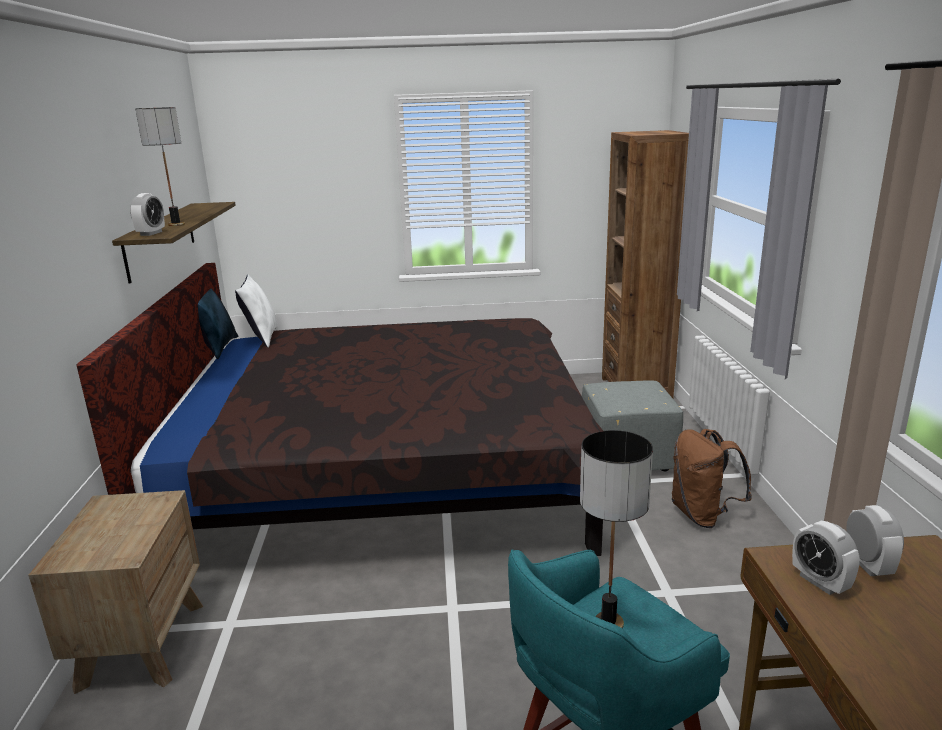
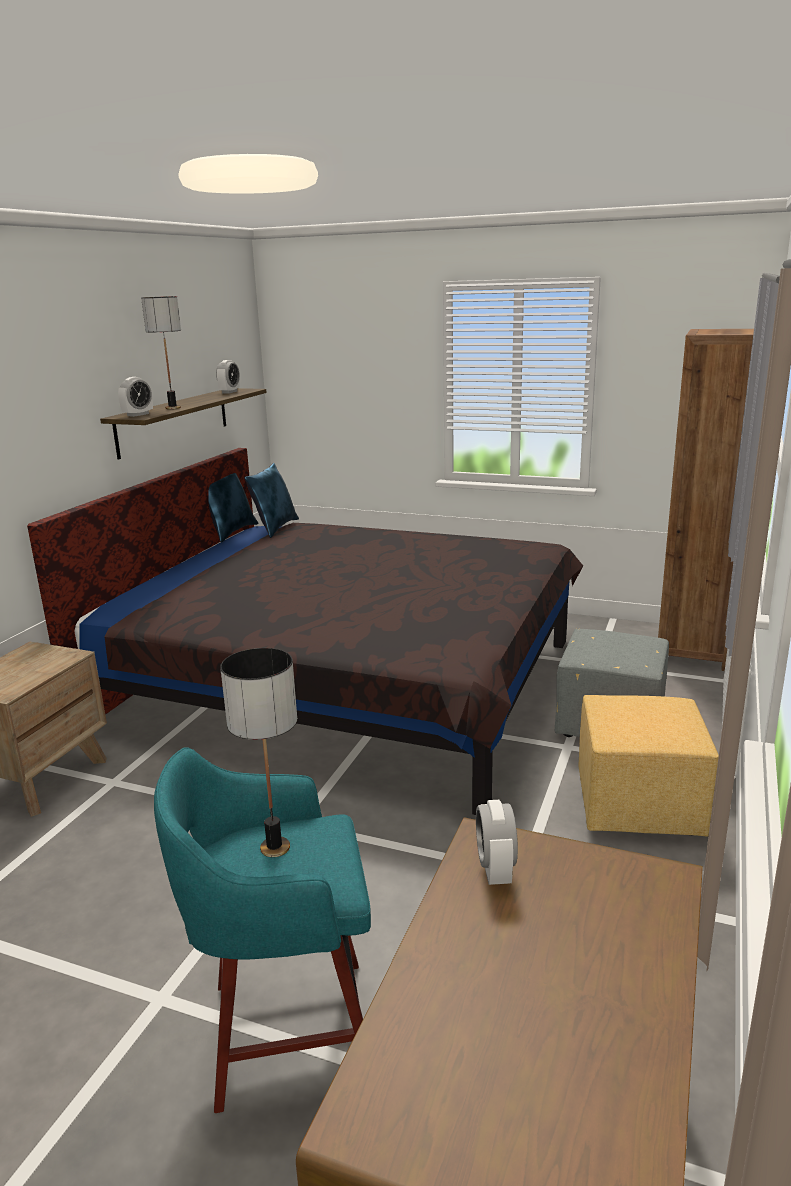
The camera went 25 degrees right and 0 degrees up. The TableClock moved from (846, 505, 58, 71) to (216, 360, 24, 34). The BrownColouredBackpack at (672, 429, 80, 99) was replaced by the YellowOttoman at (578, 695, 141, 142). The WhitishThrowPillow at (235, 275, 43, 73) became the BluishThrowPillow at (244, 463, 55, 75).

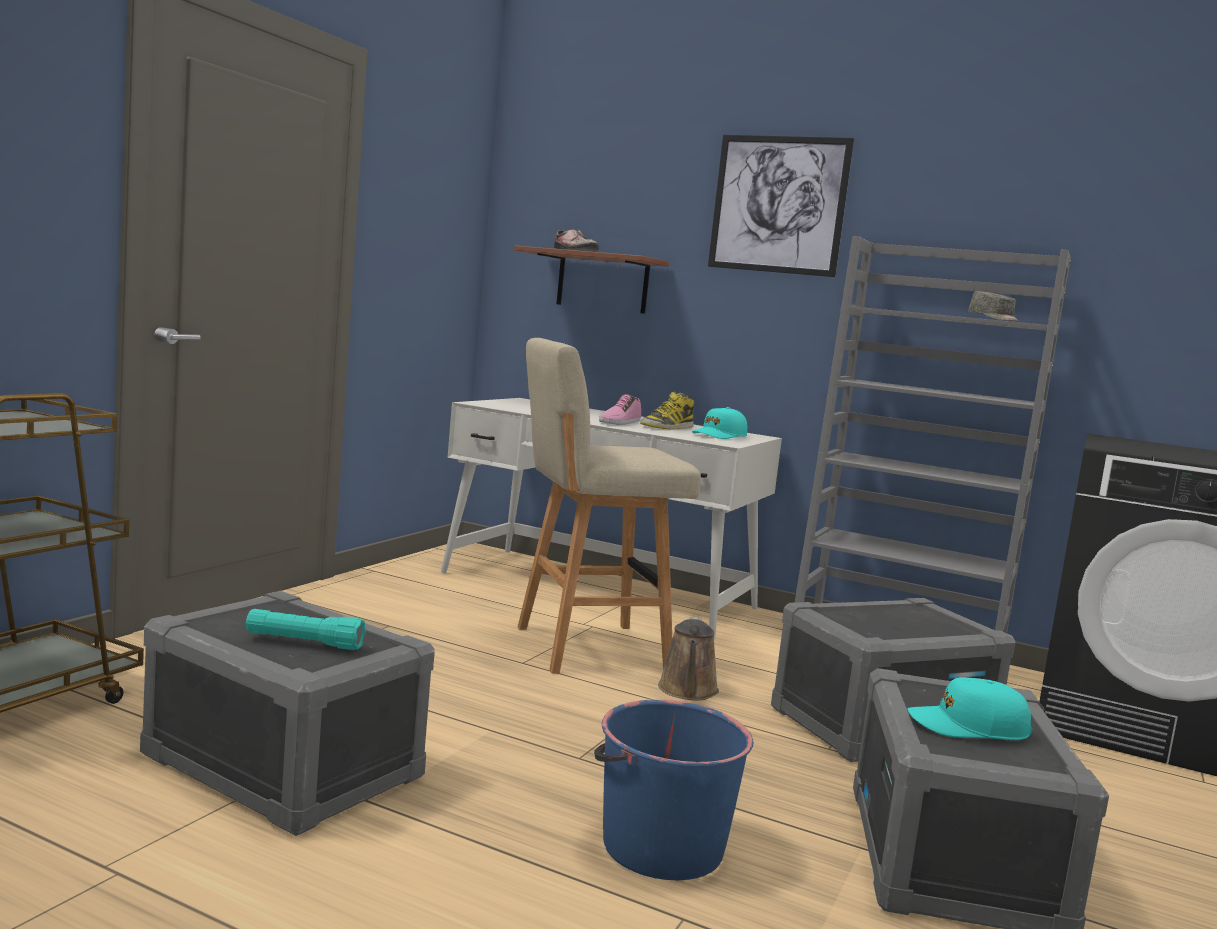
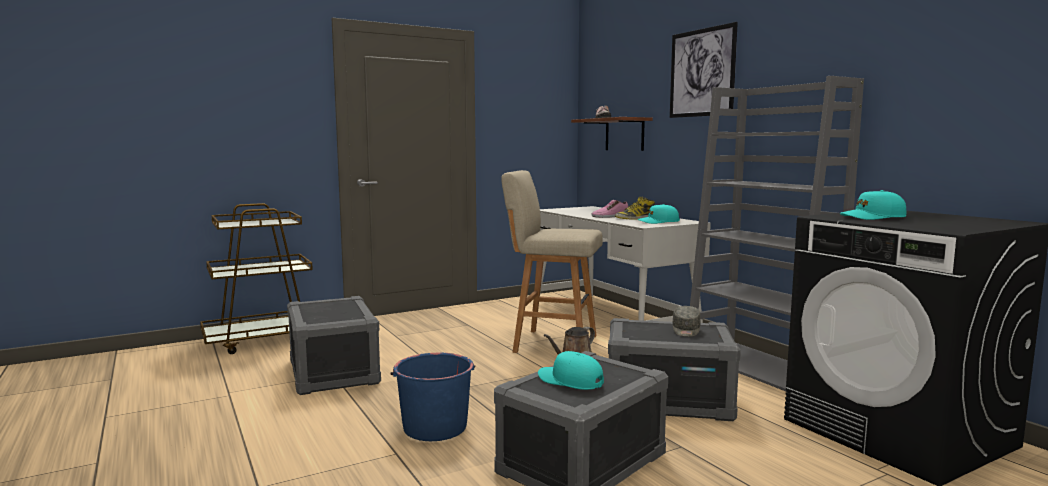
The camera went 35 degrees right and 0 degrees up. The BlueGreenTorch at (246, 609, 120, 41) disappeared. The BlueGreenCap at (840, 190, 67, 30) appeared. The GrayCap moved from (968, 291, 51, 31) to (673, 306, 28, 31).

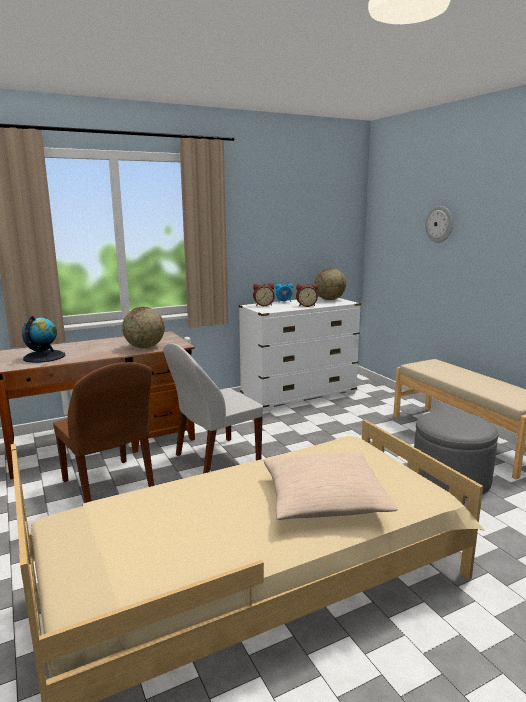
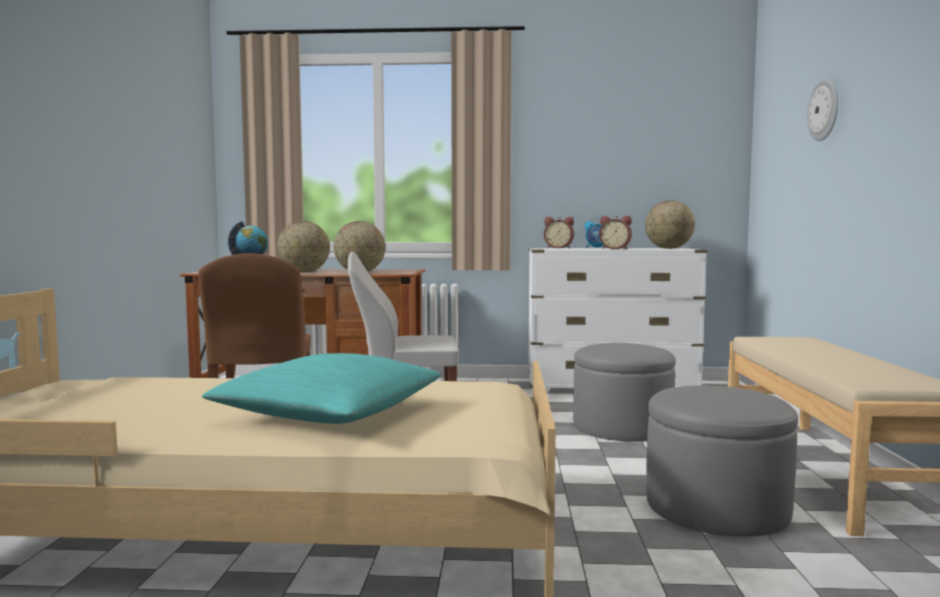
The camera went 30 degrees right and 10 degrees down. The DeskGlobe at (277, 221, 53, 51) appeared. The GrayOttoman at (573, 343, 103, 99) appeared. The BeigeColouredThrowPillow at (264, 452, 134, 68) became the BlueGreenThrowPillow at (202, 353, 239, 71).

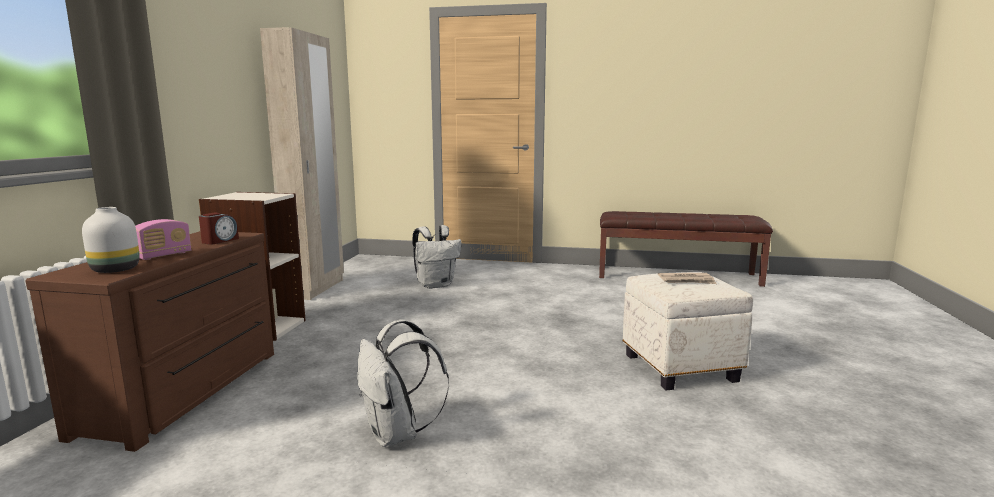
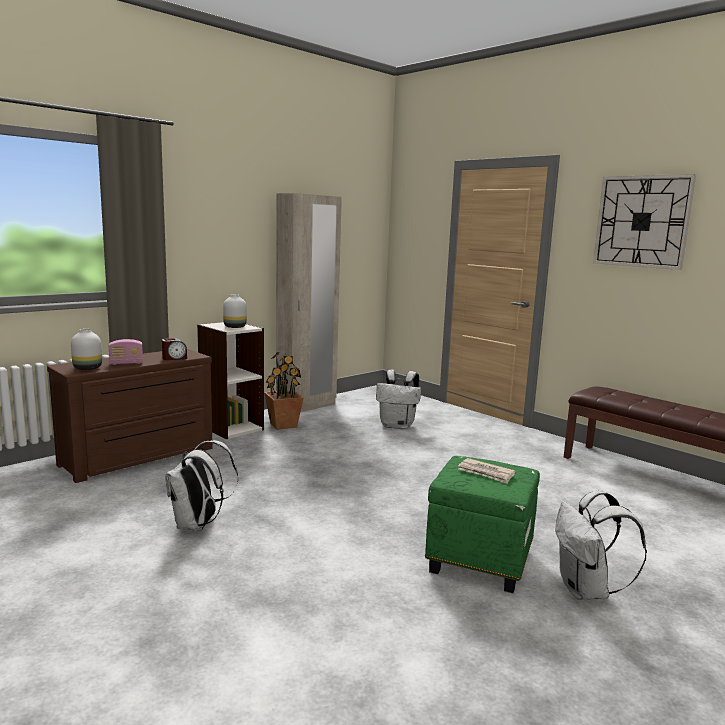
The camera went 35 degrees right and 0 degrees up. The WhitishDecorativeVase at (223, 294, 24, 34) appeared. The PottedPlant at (264, 351, 40, 79) appeared. The WhitishBackpack at (555, 490, 92, 110) appeared. The HangingClock at (593, 174, 103, 96) appeared. The WhitishOttoman at (622, 272, 131, 119) became the GreenOttoman at (425, 456, 115, 137).

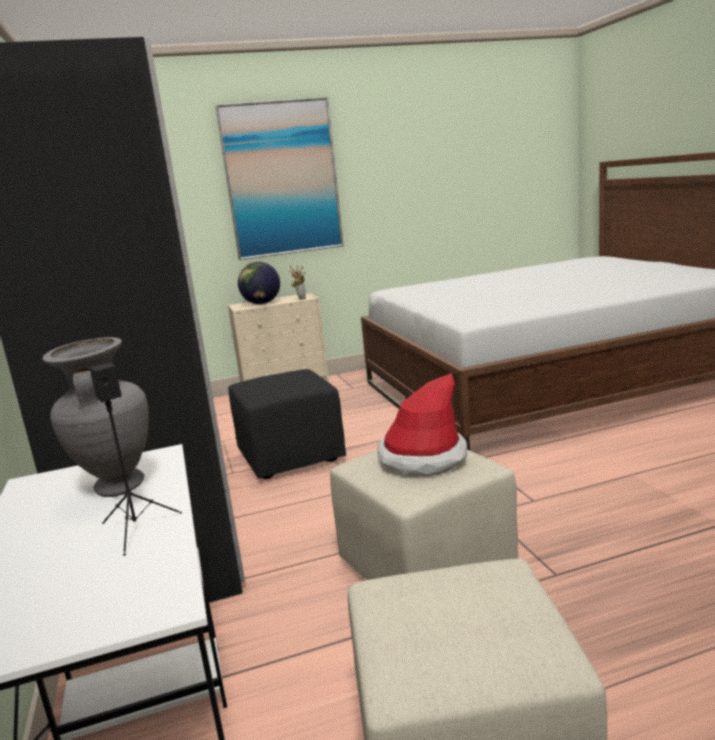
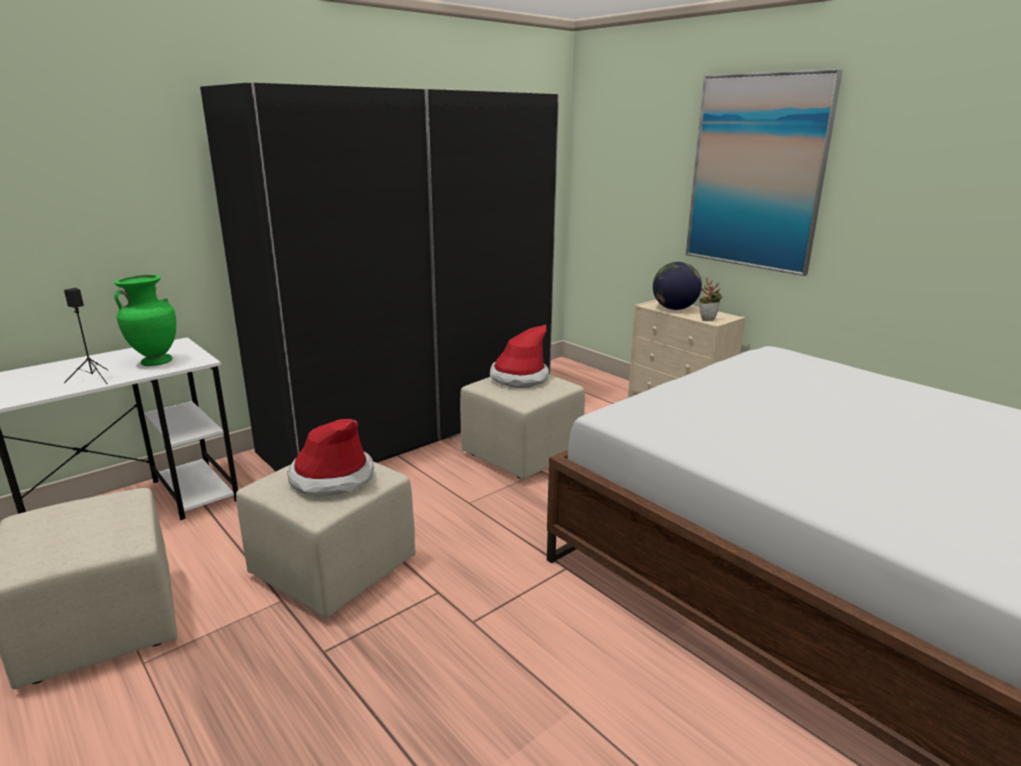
The camera went 65 degrees right and 5 degrees up. The ClothingHat at (490, 325, 59, 63) appeared. The GrayDecorativeVase at (43, 337, 106, 160) became the GreenDecorativeVase at (114, 274, 62, 92). The BlackishOttoman at (228, 369, 118, 110) became the BeigeColouredOttoman at (460, 374, 125, 106).

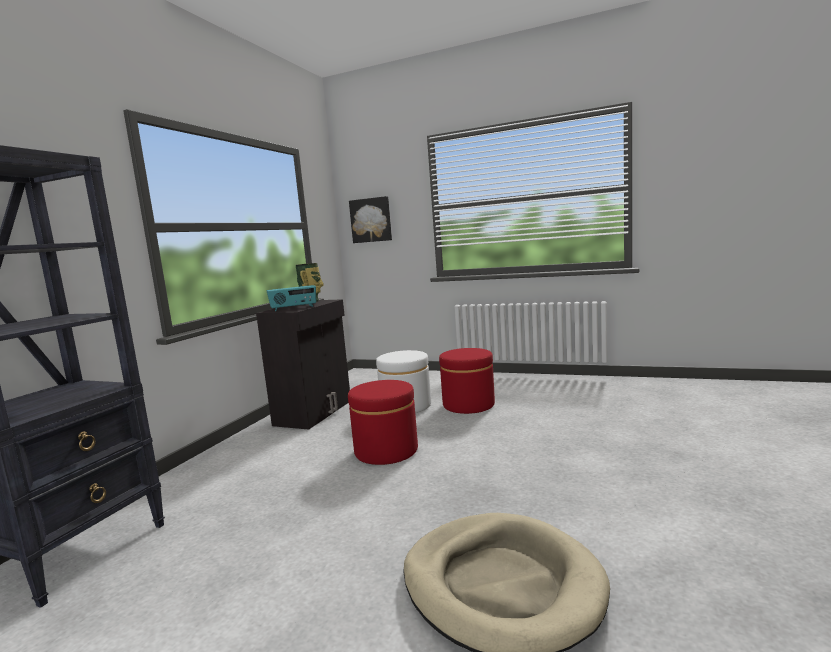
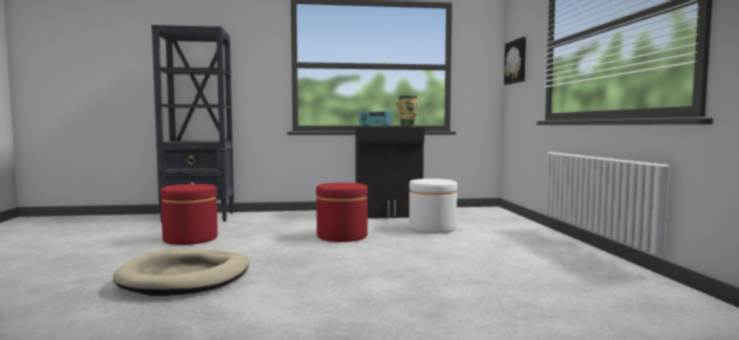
The camera went 60 degrees right and 5 degrees down. The RedColouredOttoman moved from (439, 348, 56, 66) to (160, 184, 58, 61).

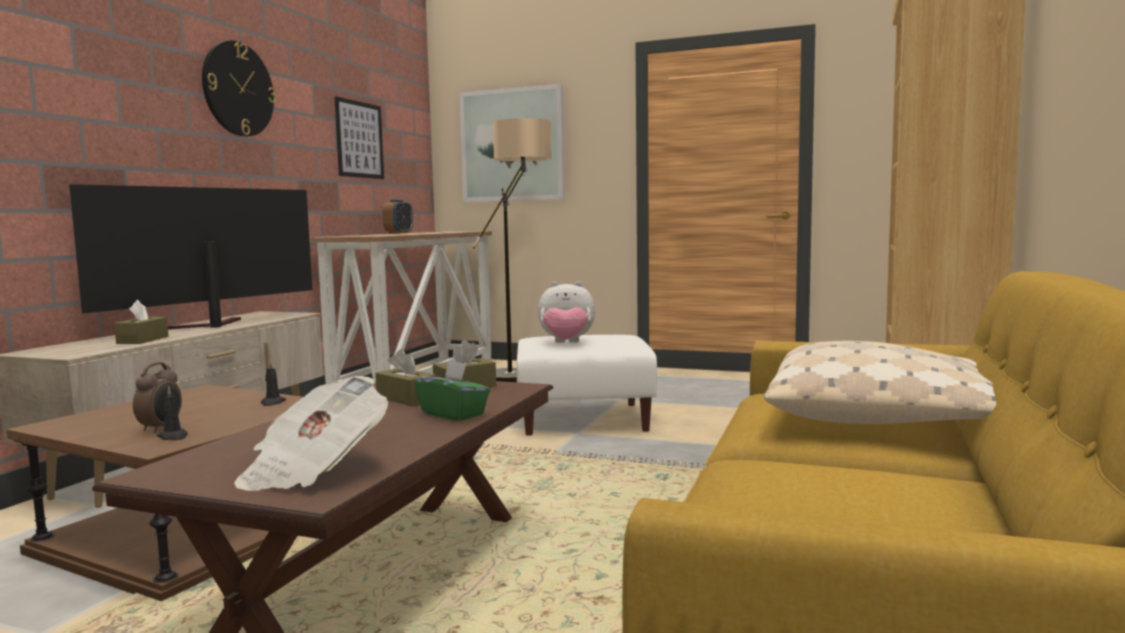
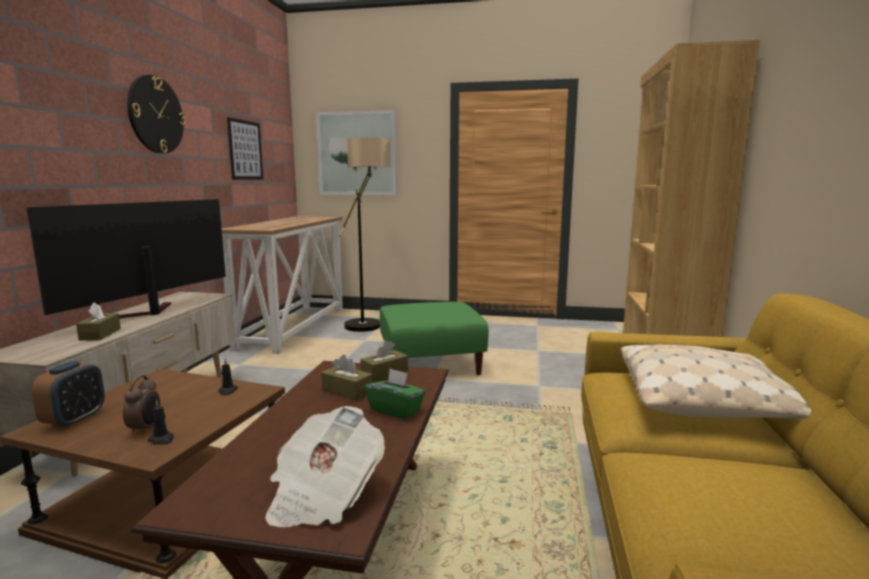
The camera went 10 degrees left and 5 degrees up. The SoftToy at (538, 281, 57, 62) disappeared. The TableClock moved from (382, 200, 31, 34) to (32, 361, 73, 67). The WhitishOttoman at (516, 335, 141, 101) became the GreenOttoman at (380, 302, 109, 73).

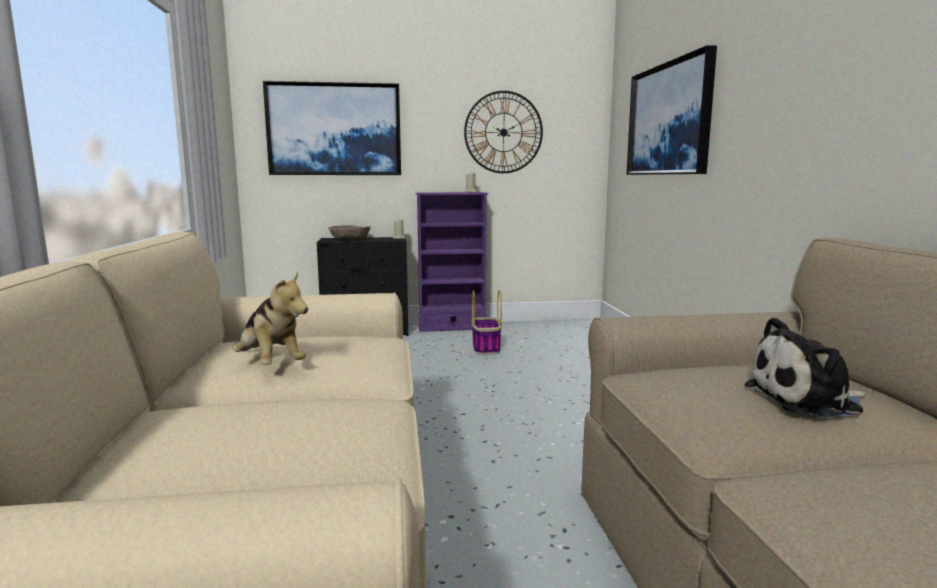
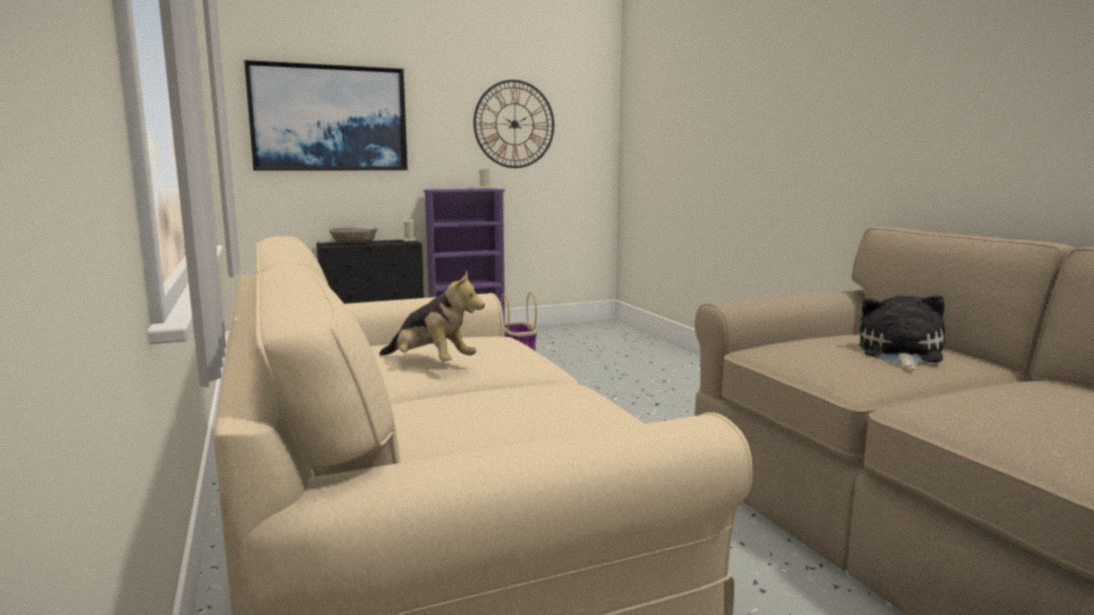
The camera went 15 degrees left and 0 degrees up. The WallArt at (627, 45, 90, 130) disappeared. The SoftToy at (745, 317, 121, 101) turned 135 degrees clockwise.

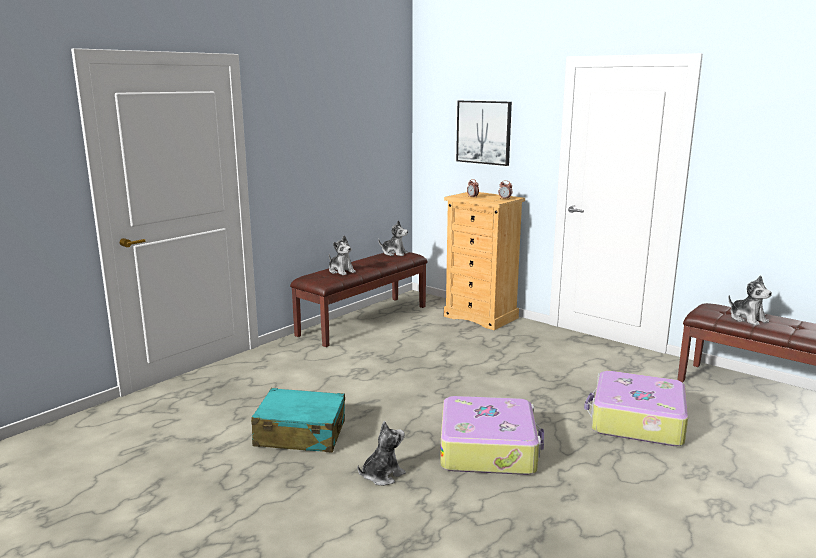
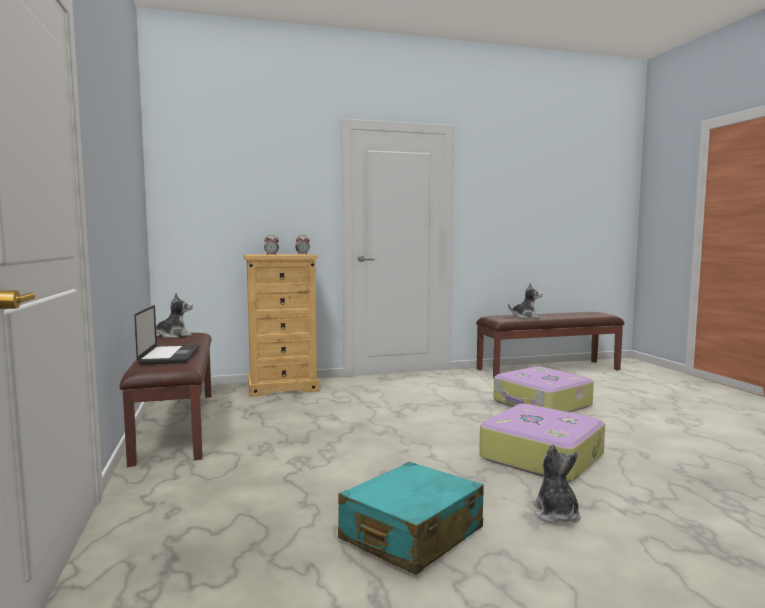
The camera went 55 degrees left and 10 degrees down. The WallArt at (456, 101, 56, 65) disappeared. The SoftToy at (329, 235, 27, 40) was replaced by the NotebookComputer at (134, 305, 65, 60).

